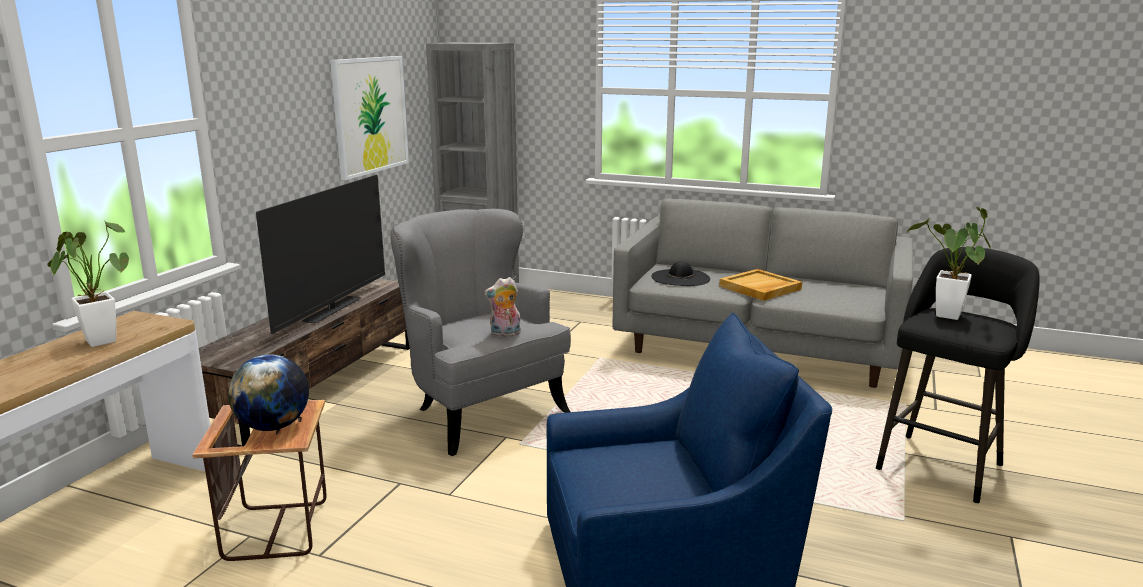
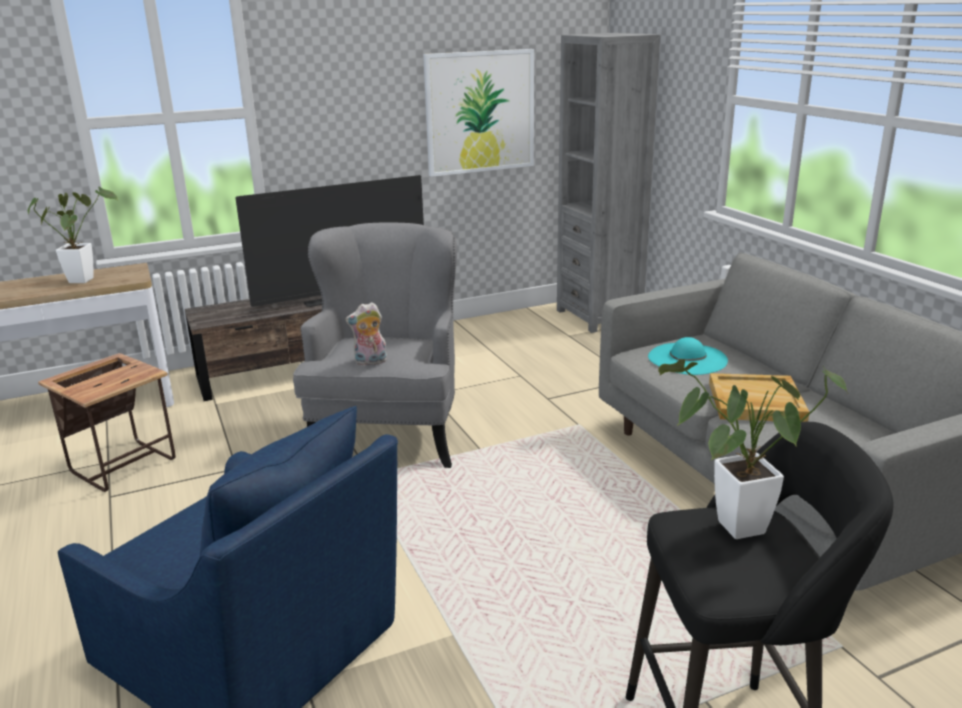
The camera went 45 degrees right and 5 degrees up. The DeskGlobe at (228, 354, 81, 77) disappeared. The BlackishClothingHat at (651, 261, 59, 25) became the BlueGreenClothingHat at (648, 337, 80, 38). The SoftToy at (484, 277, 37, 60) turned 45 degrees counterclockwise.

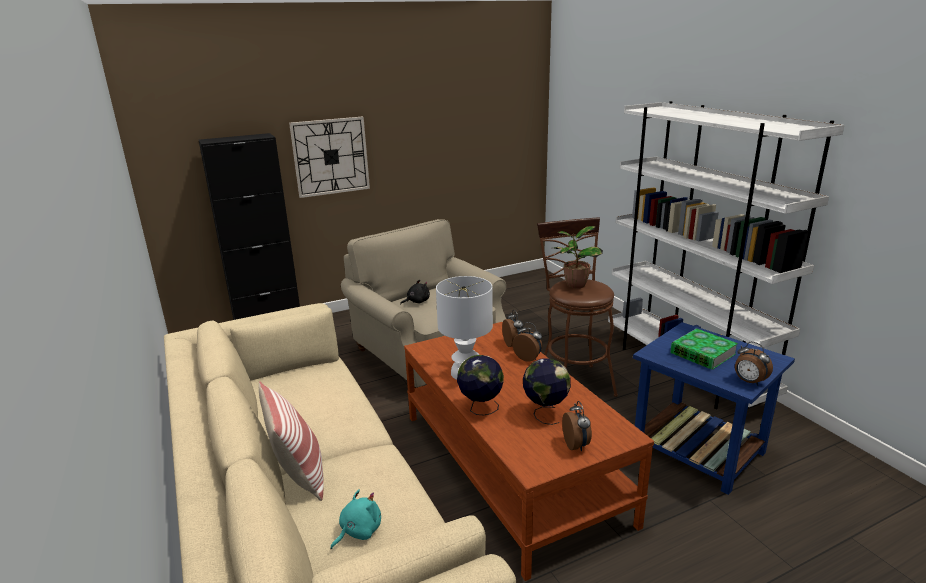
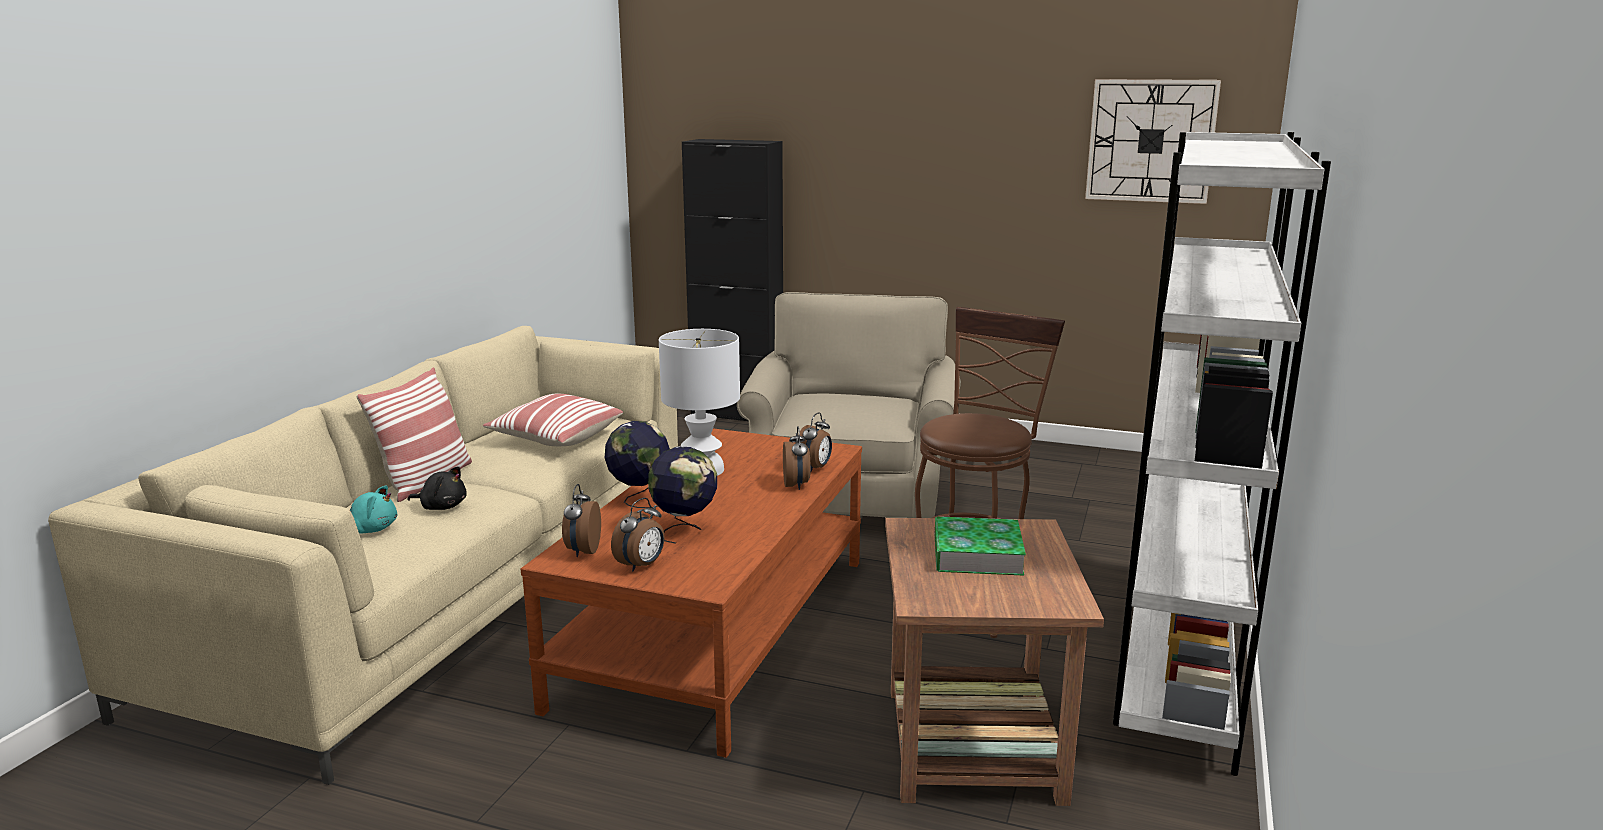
The camera went 45 degrees right and 5 degrees down. The PottedPlant at (554, 226, 49, 62) disappeared. The ThrowPillow at (483, 394, 140, 52) appeared. The HangingClock moved from (289, 116, 81, 82) to (1085, 79, 136, 125). The BlackishSoftToy moved from (400, 280, 30, 25) to (408, 466, 59, 44). The TableClock moved from (735, 341, 38, 45) to (562, 484, 39, 73). The BluishAccentTable at (633, 322, 162, 173) became the BrownColouredAccentTable at (885, 518, 219, 288).

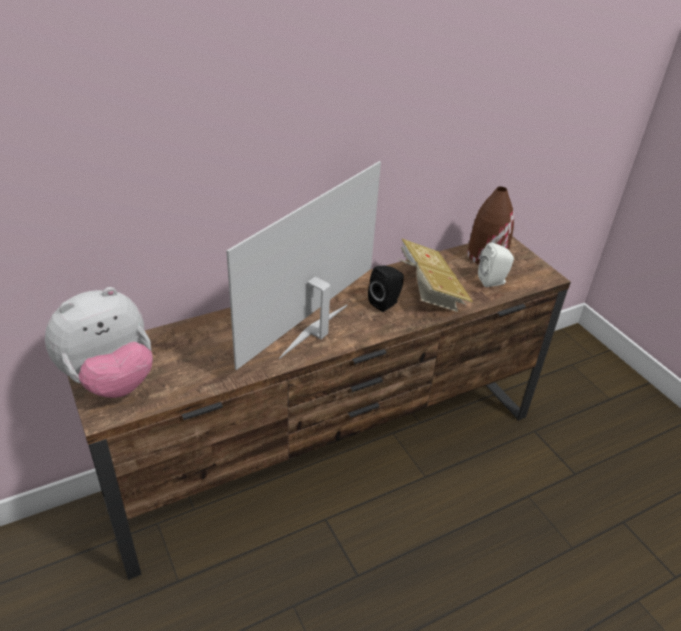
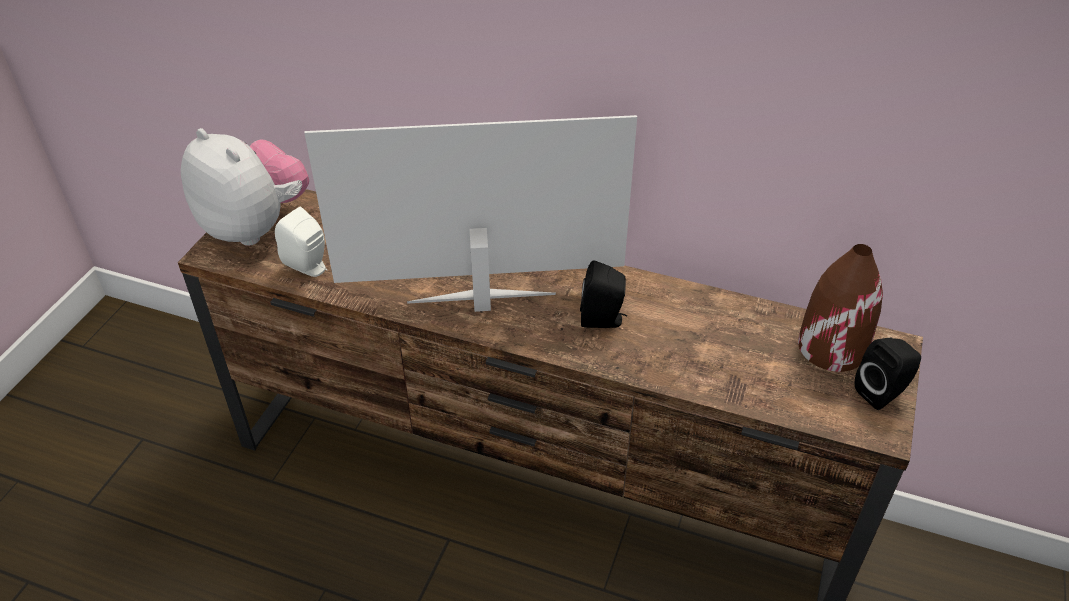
The camera went 50 degrees right and 5 degrees up. The BoundBook at (397, 239, 76, 73) disappeared. The BlackishLoudspeaker at (855, 338, 66, 72) appeared. The WhitishLoudspeaker moved from (478, 242, 36, 45) to (275, 207, 52, 70). The SoftToy at (45, 287, 108, 111) turned 150 degrees counterclockwise.

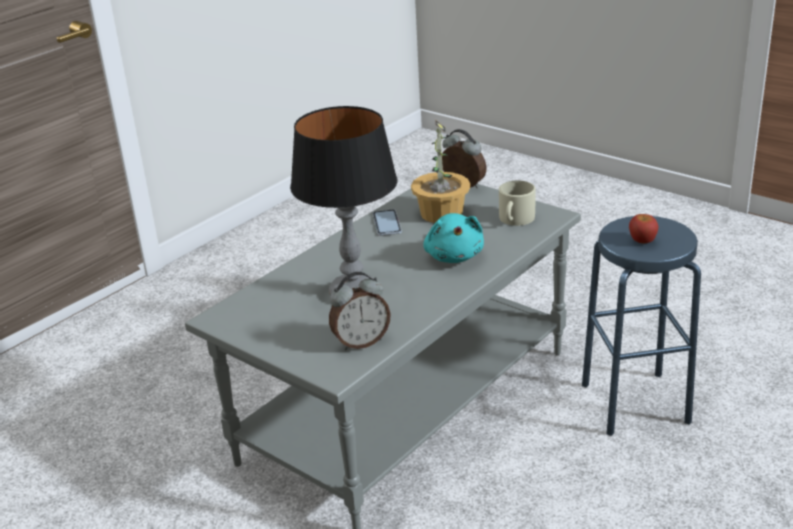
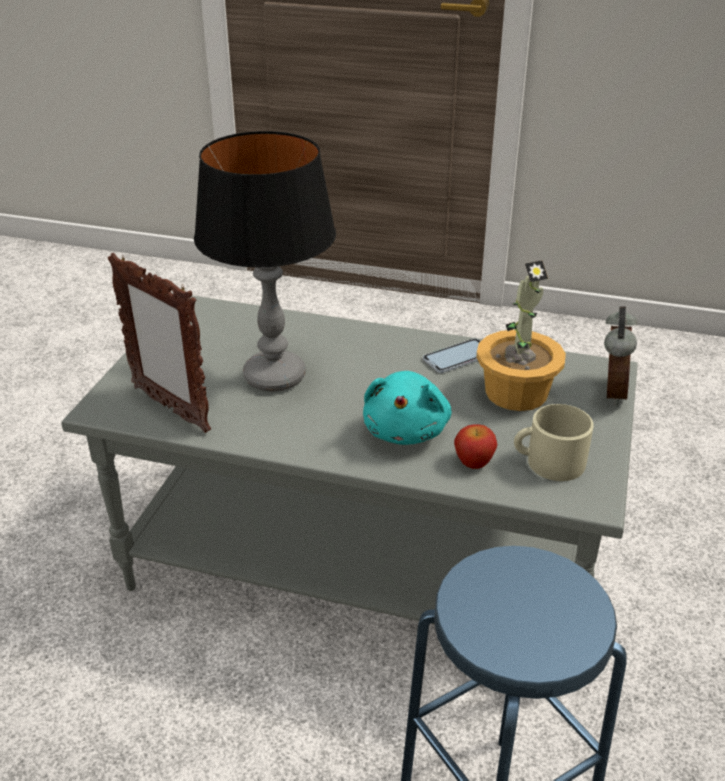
The camera went 65 degrees right and 5 degrees up. The AppleFruit moved from (629, 214, 29, 29) to (454, 424, 43, 45). The TableClock at (329, 272, 62, 78) was replaced by the PictureFrame at (108, 253, 103, 180). The BlueGreenSoftToy at (423, 213, 61, 50) turned 45 degrees counterclockwise.

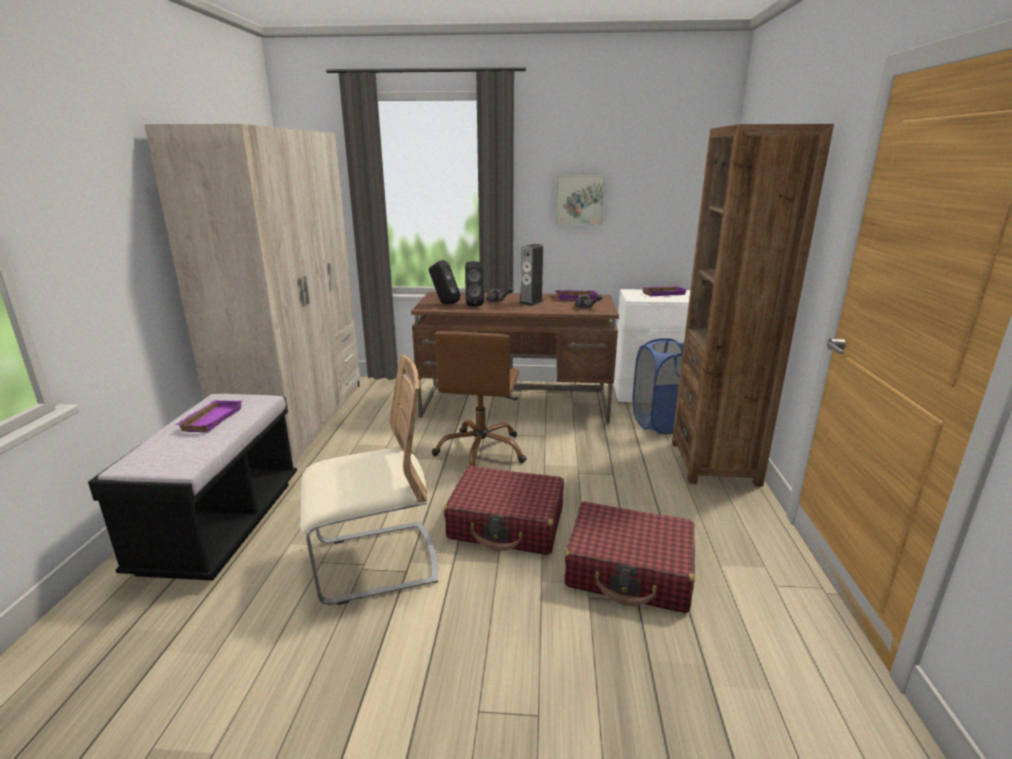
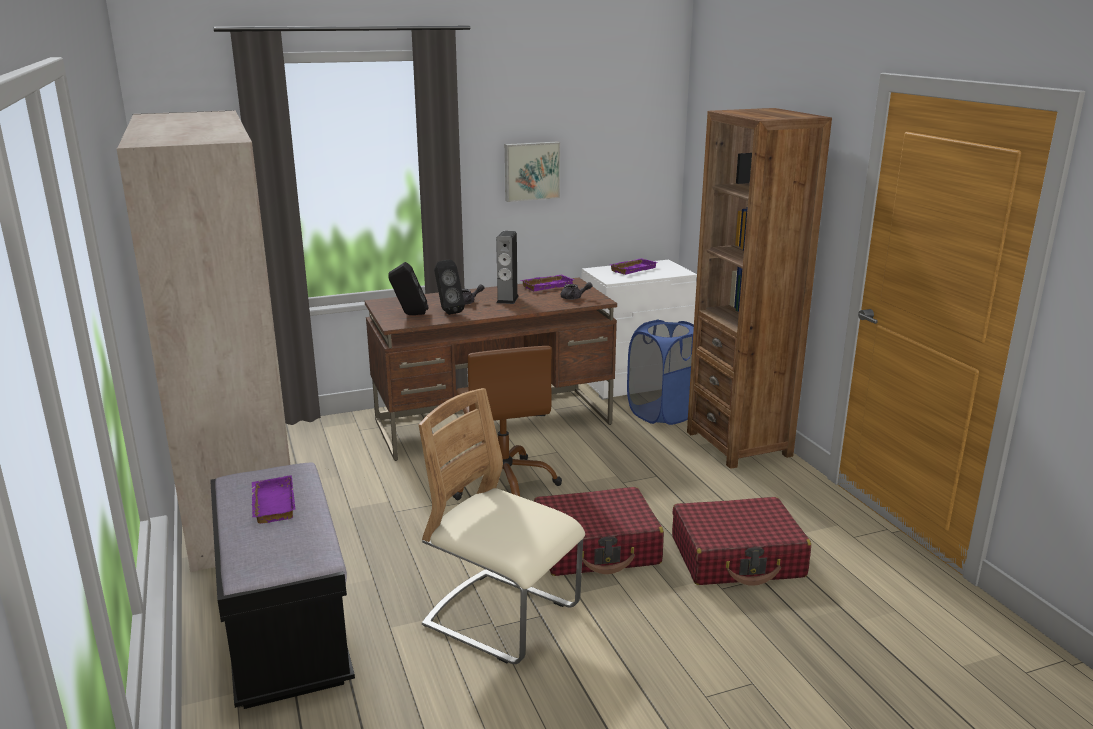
The camera went 25 degrees left and 0 degrees up. The BeigeColouredChair at (300, 355, 138, 250) turned 105 degrees counterclockwise.

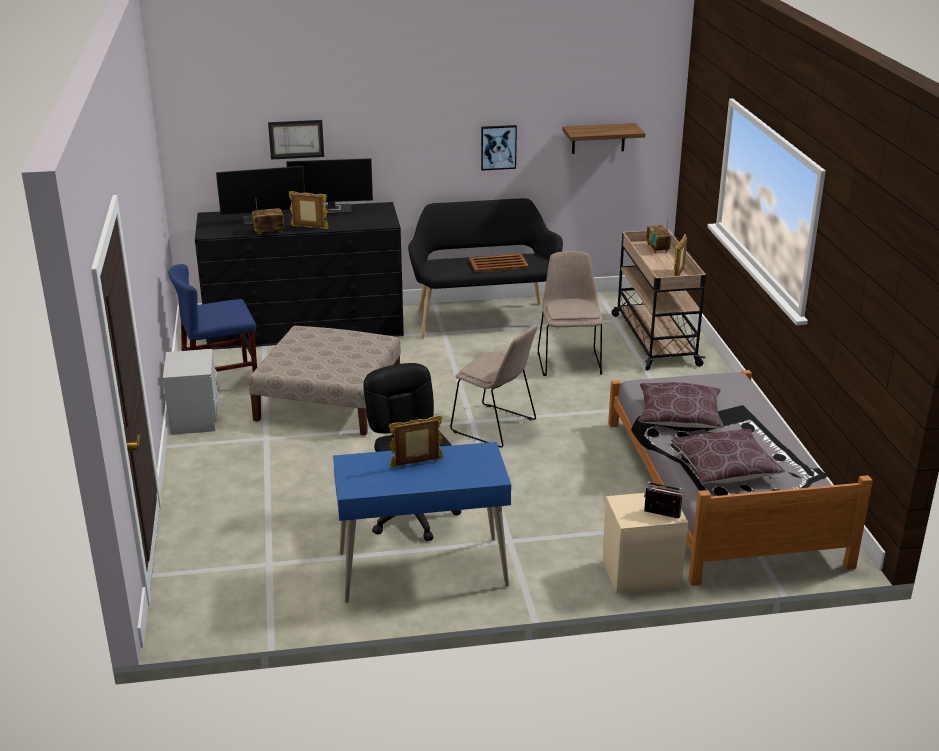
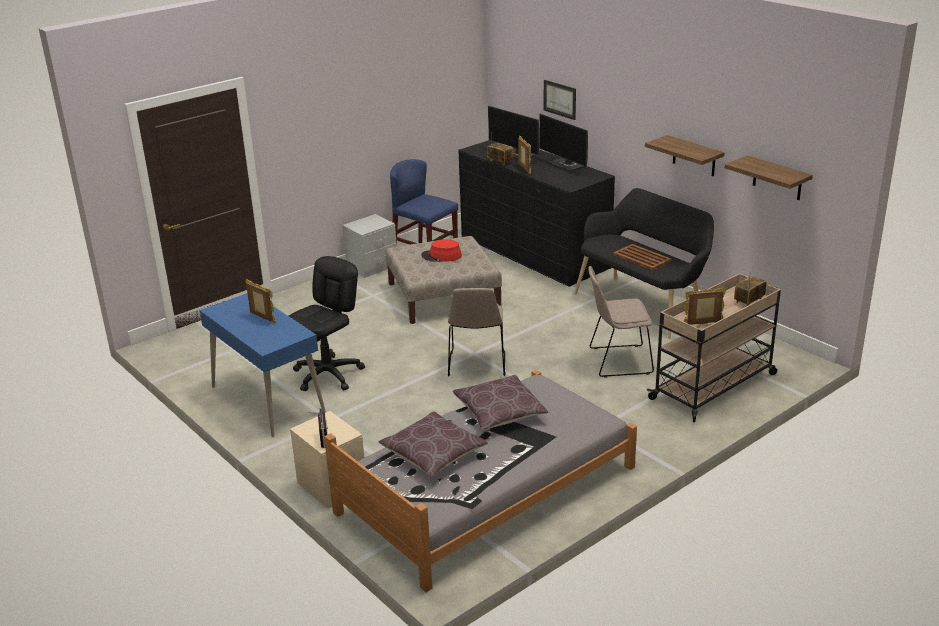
The camera went 60 degrees right and 0 degrees up. The RedColouredClothingHat at (421, 239, 41, 23) appeared. The WallArt at (481, 125, 36, 46) was replaced by the Shelf at (645, 135, 80, 41). The BeigeColouredChair at (538, 251, 65, 125) turned 150 degrees counterclockwise.

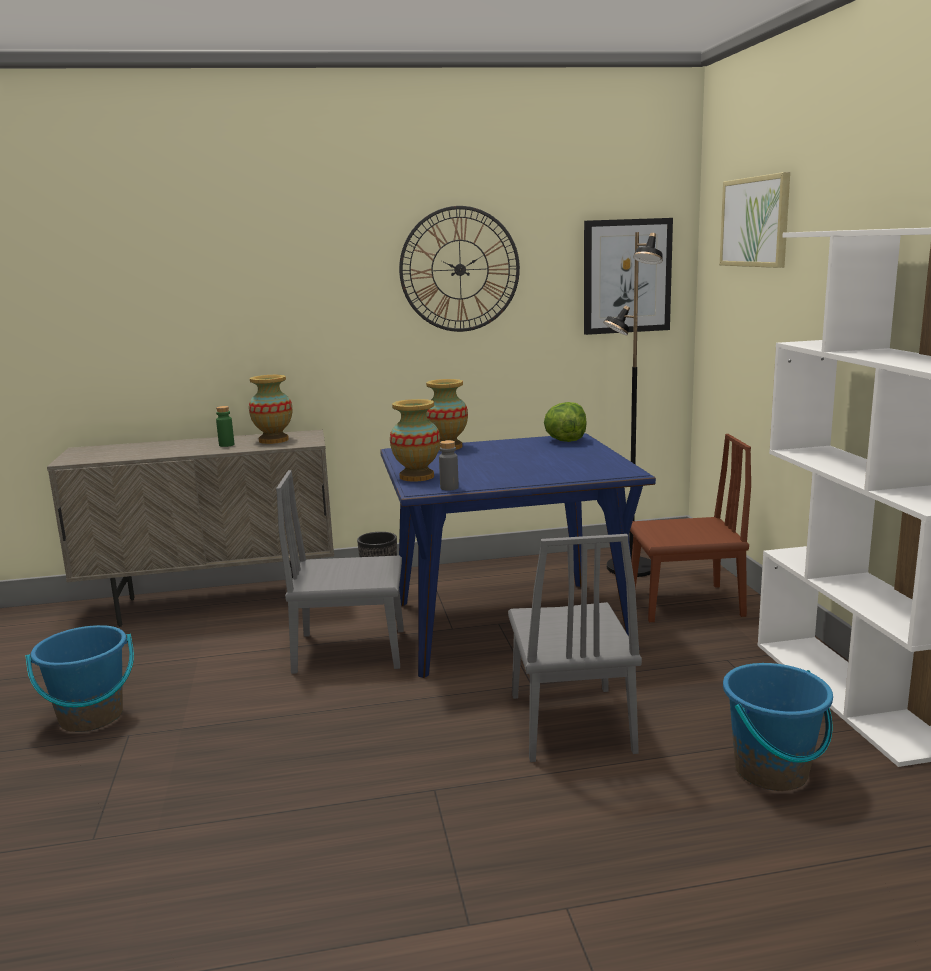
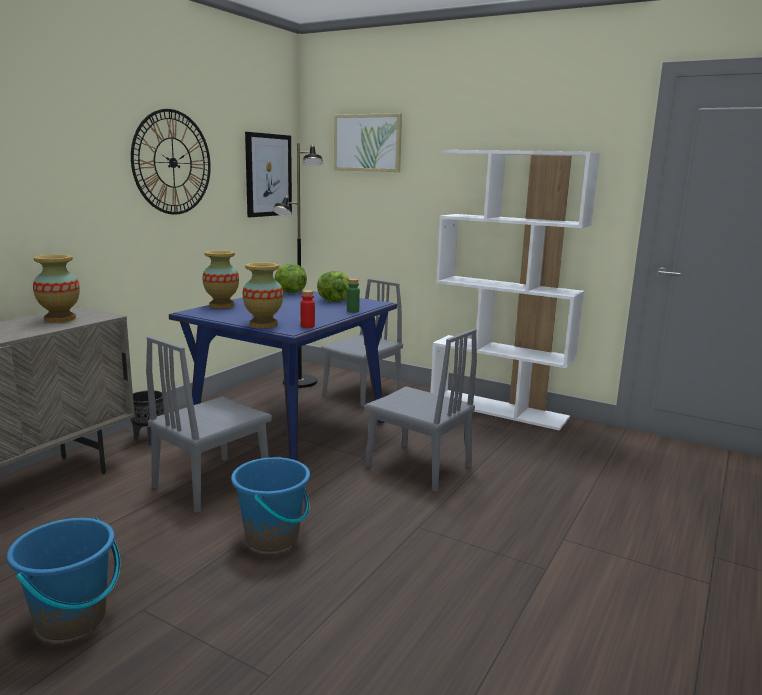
The camera went 50 degrees left and 0 degrees up. The LettuceHead at (317, 271, 33, 31) appeared. The GreenDrinkBottle moved from (216, 406, 18, 41) to (347, 278, 13, 35). The BluishPail moved from (723, 663, 110, 128) to (231, 457, 79, 95). The GrayDrinkBottle at (439, 440, 20, 51) became the RedColouredDrinkBottle at (301, 290, 14, 38). The BrownColouredChair at (630, 434, 121, 188) became the GrayChair at (321, 279, 82, 128).

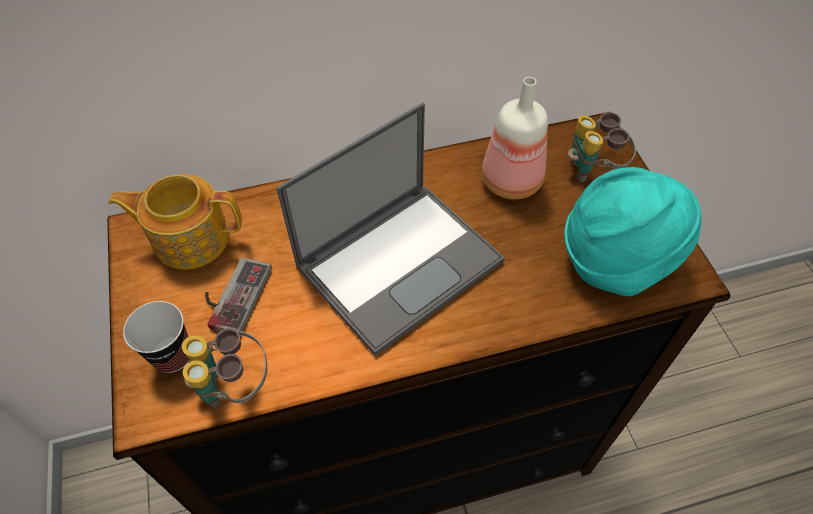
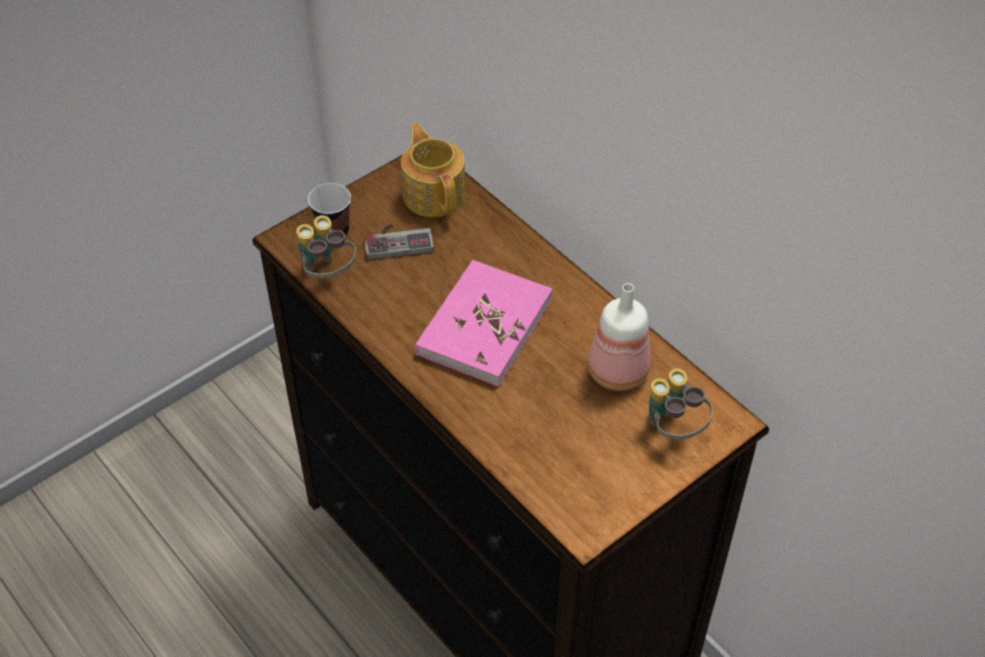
The camera went 65 degrees right and 5 degrees down. The BlueGreenClothingHat at (564, 167, 137, 129) disappeared. The NotebookComputer at (276, 103, 229, 253) was replaced by the PinkishBoundBook at (415, 260, 138, 127).

